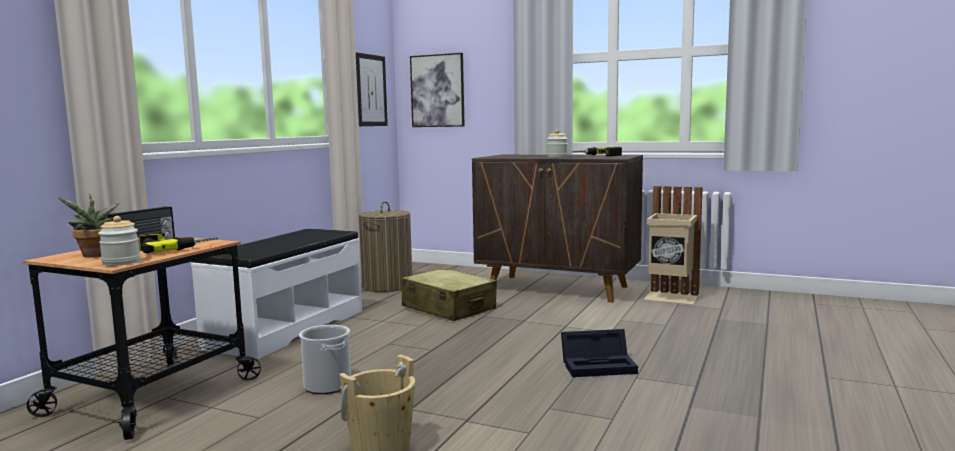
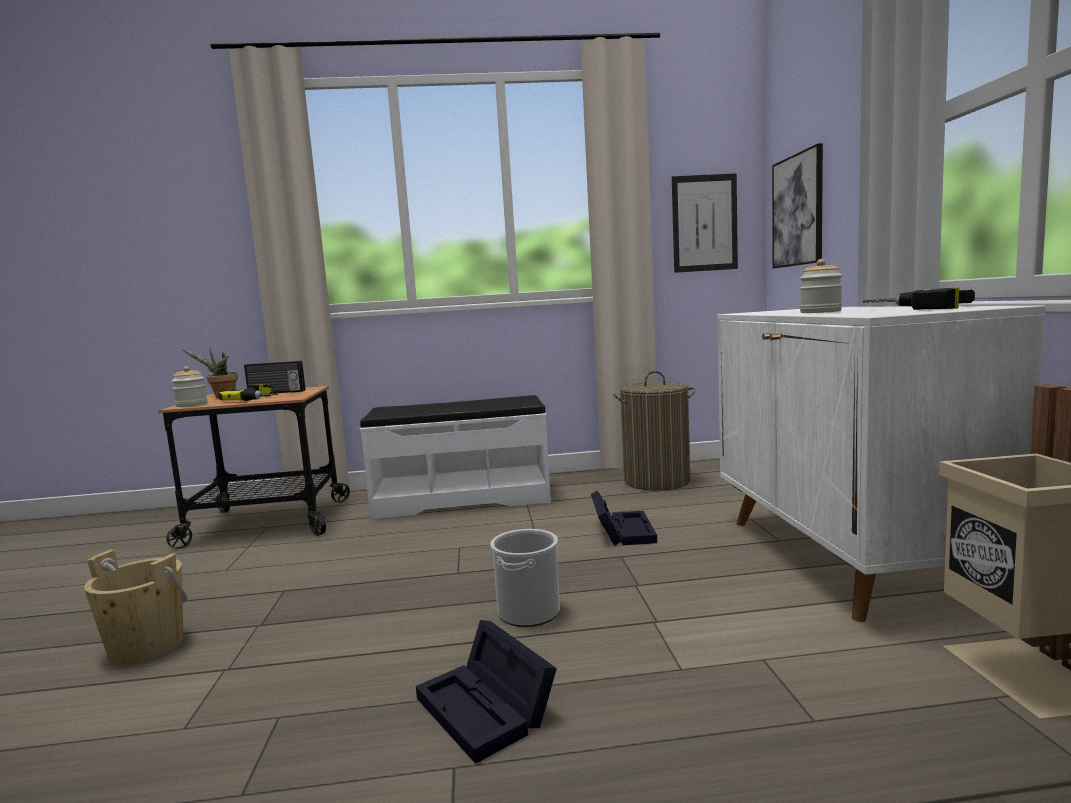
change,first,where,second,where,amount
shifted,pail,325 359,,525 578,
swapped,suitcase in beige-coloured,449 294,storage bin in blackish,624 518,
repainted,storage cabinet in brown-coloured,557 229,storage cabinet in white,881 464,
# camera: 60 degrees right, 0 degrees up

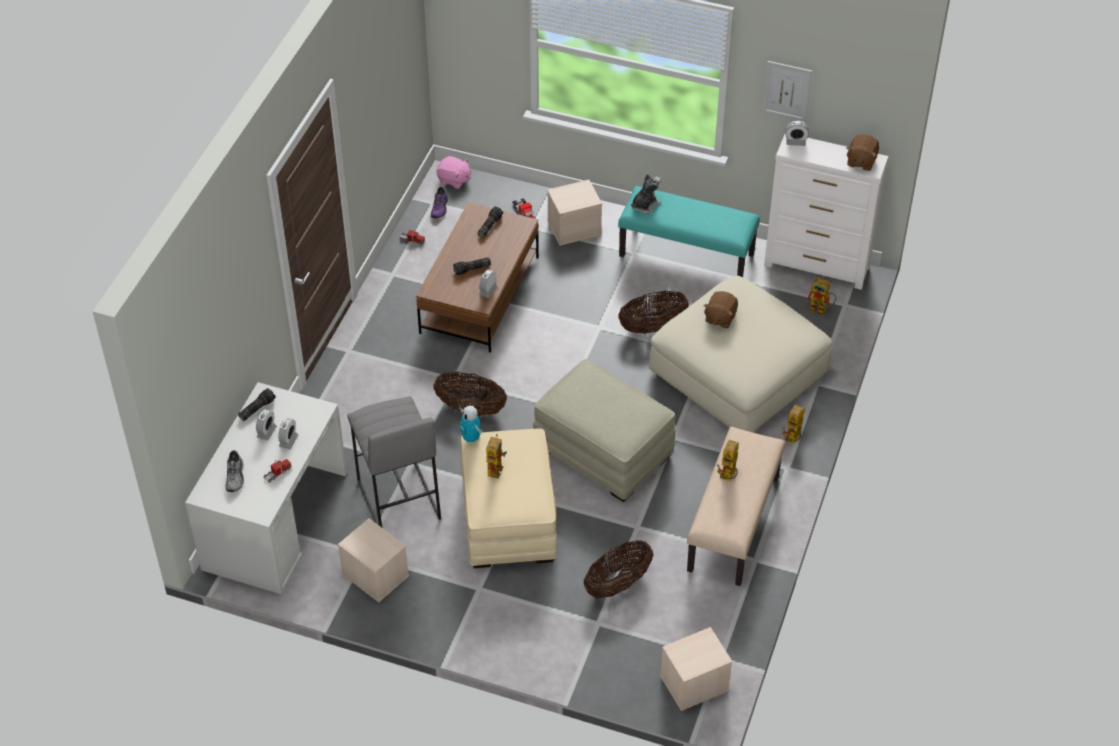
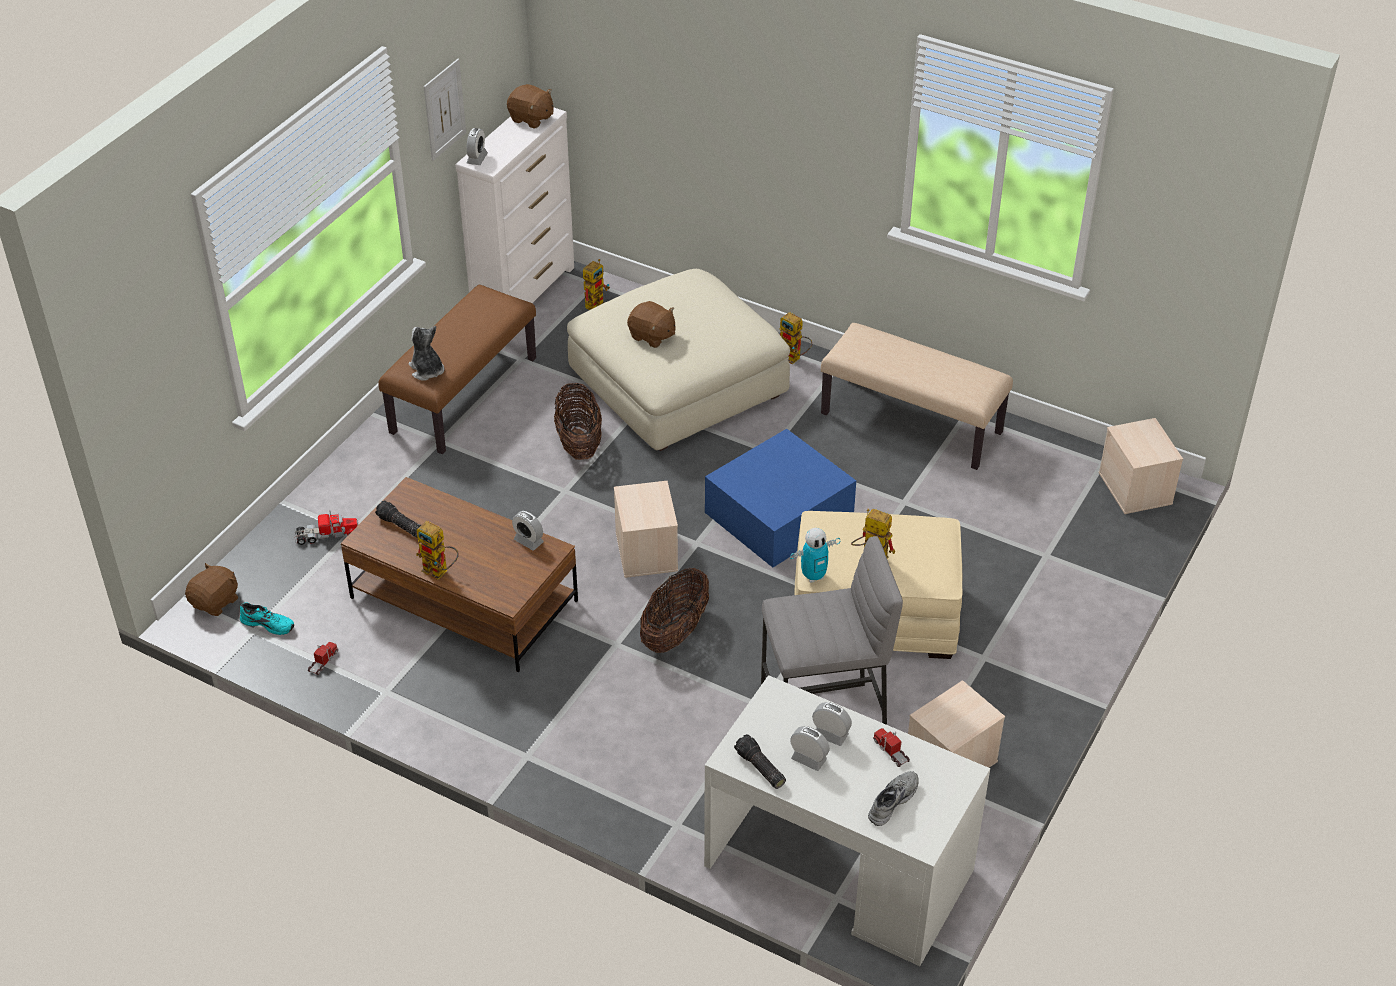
change,first,where,second,where,amount
repainted,soft toy in pink,454 172,soft toy in brown-coloured,211 589,
repainted,low shoe in purple,439 203,low shoe in turquoise,267 618,
repainted,bench in turquoise,689 231,bench in brown-coloured,457 369,
shifted,model robot,728 460,,437 550,
shifted,storage bin in beige-coloured,574 213,,646 529,
swapped,ottoman in beige-coloured,604 430,storage bin in blue-coloured,780 498,
rotated,low shoe in greyish,235 471,,893 798,60 degrees counterclockwise
gone,hand torch,472 266,,,
gone,basket,618 569,,,
# camera: 80 degrees left, 5 degrees down

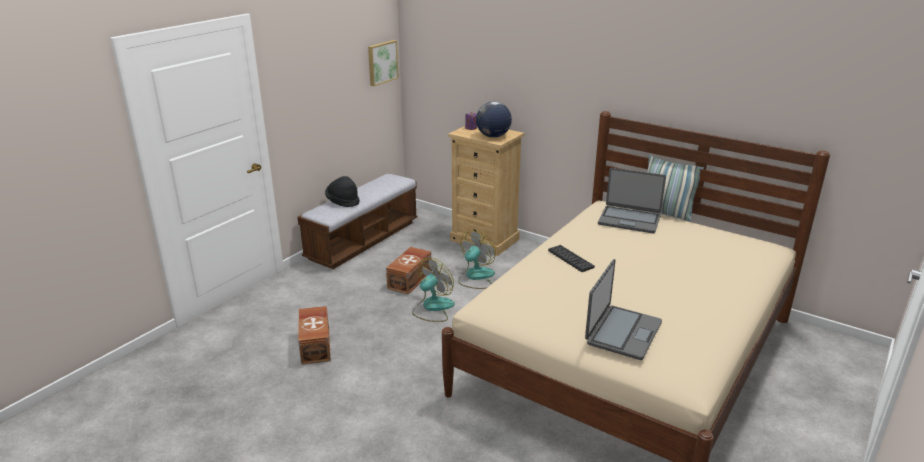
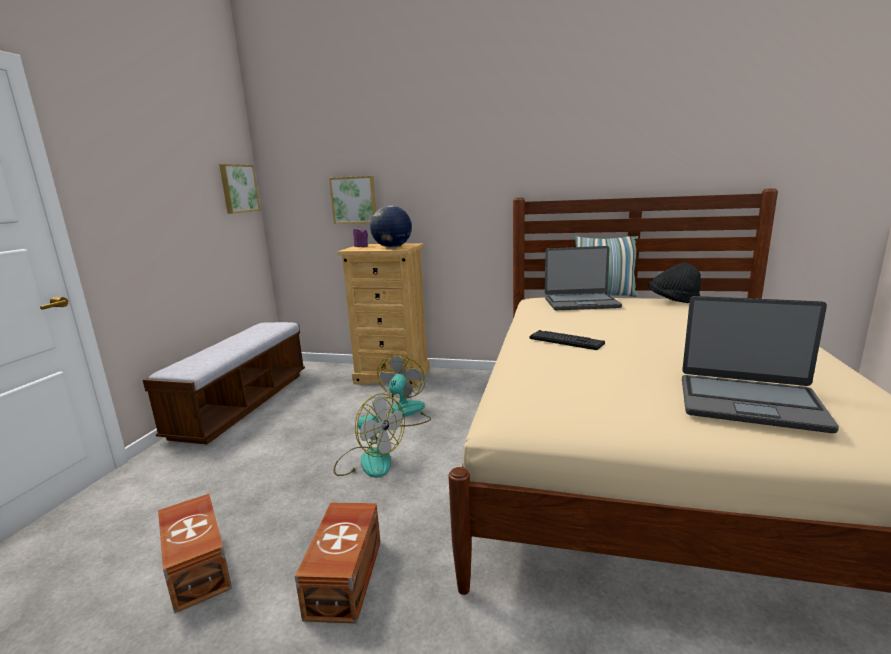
change,first,where,second,where,amount
shifted,storage bin in brown-coloured,408 271,,338 563,
new,,,wall art,352 200,
rotated,electric fan,433 290,,369 435,105 degrees clockwise
shifted,hat in blackish,342 191,,675 282,
rotated,laptop,623 309,,760 364,105 degrees clockwise
# camera: 20 degrees left, 10 degrees down

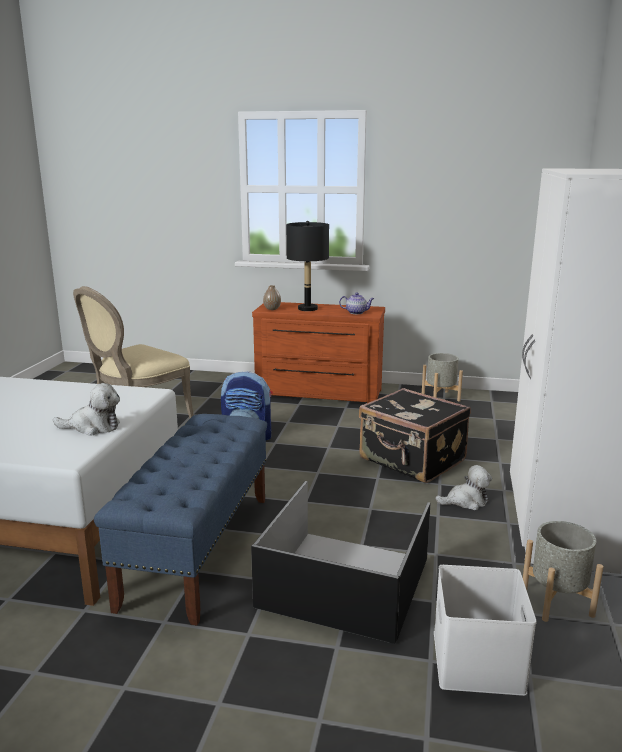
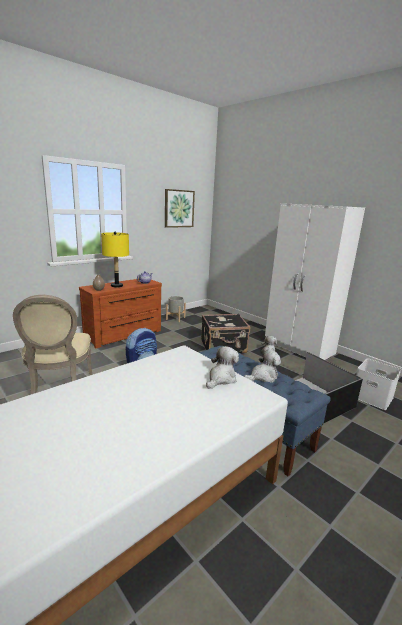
change,first,where,second,where,amount
repainted,table lamp in blackish,307 266,table lamp in yellow,115 259,
new,,,wall art,180 208,
new,,,soft toy,262 366,
gone,flower pot in greyish,563 571,,,
# camera: 55 degrees left, 0 degrees up

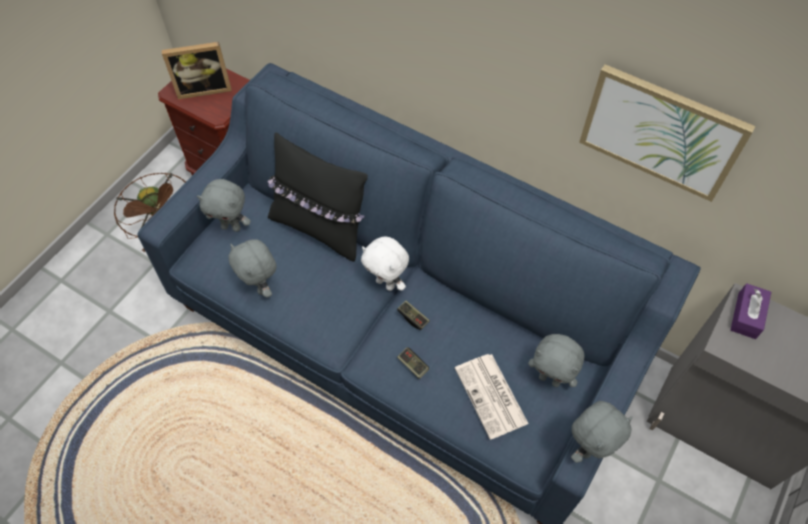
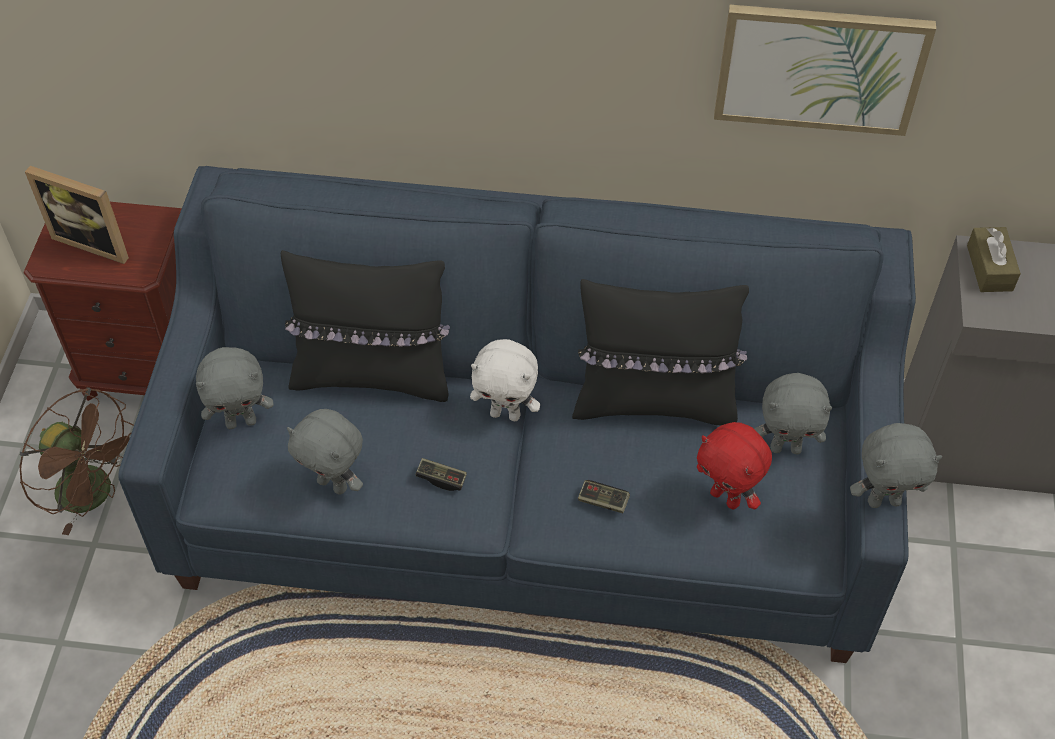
change,first,where,second,where,amount
rotated,photo frame,197 70,,77 215,60 degrees clockwise
shifted,joypad,413 315,,441 474,
new,,,cushion in blackish,660 352,
swapped,newspaper,492 397,soft toy in red,734 465,
rotated,soft toy in greyish,601 432,,896 465,60 degrees clockwise
repainted,tissue box in purple,751 311,tissue box in brown-coloured,994 259,
# camera: 25 degrees left, 5 degrees down

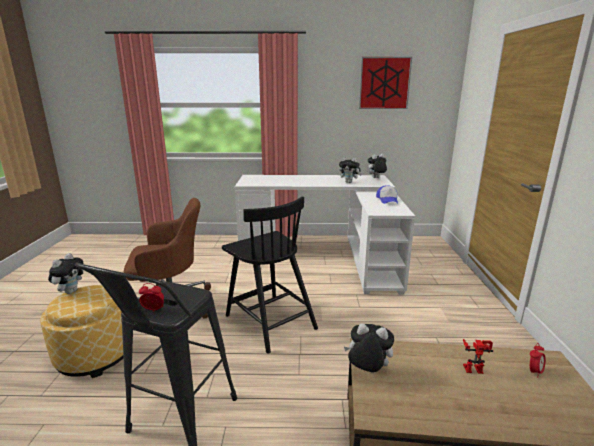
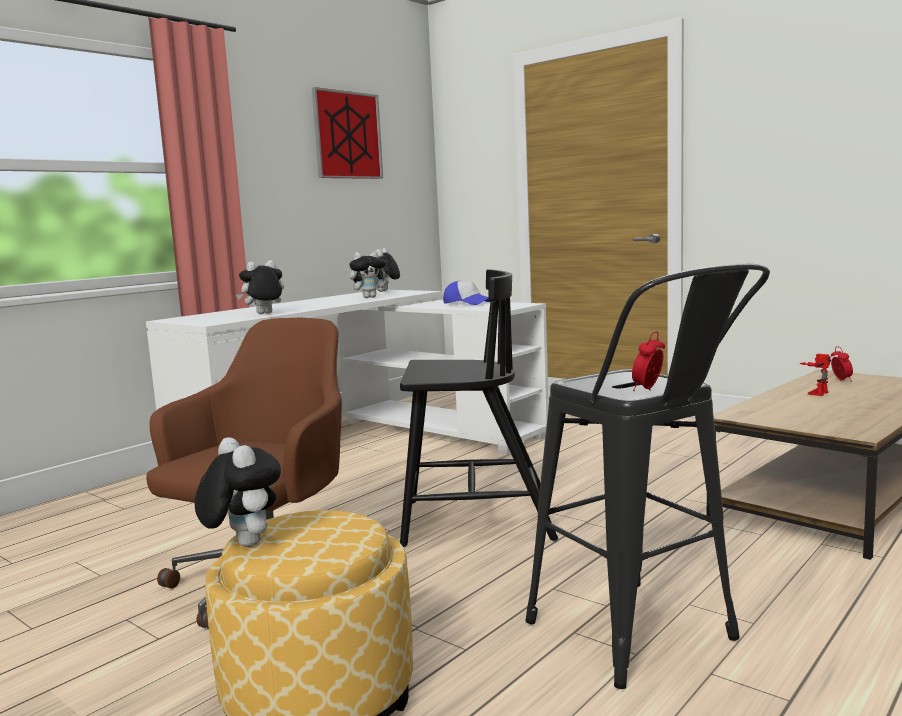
change,first,where,second,where,amount
shifted,soft toy,369 348,,260 287,
# camera: 50 degrees left, 10 degrees down

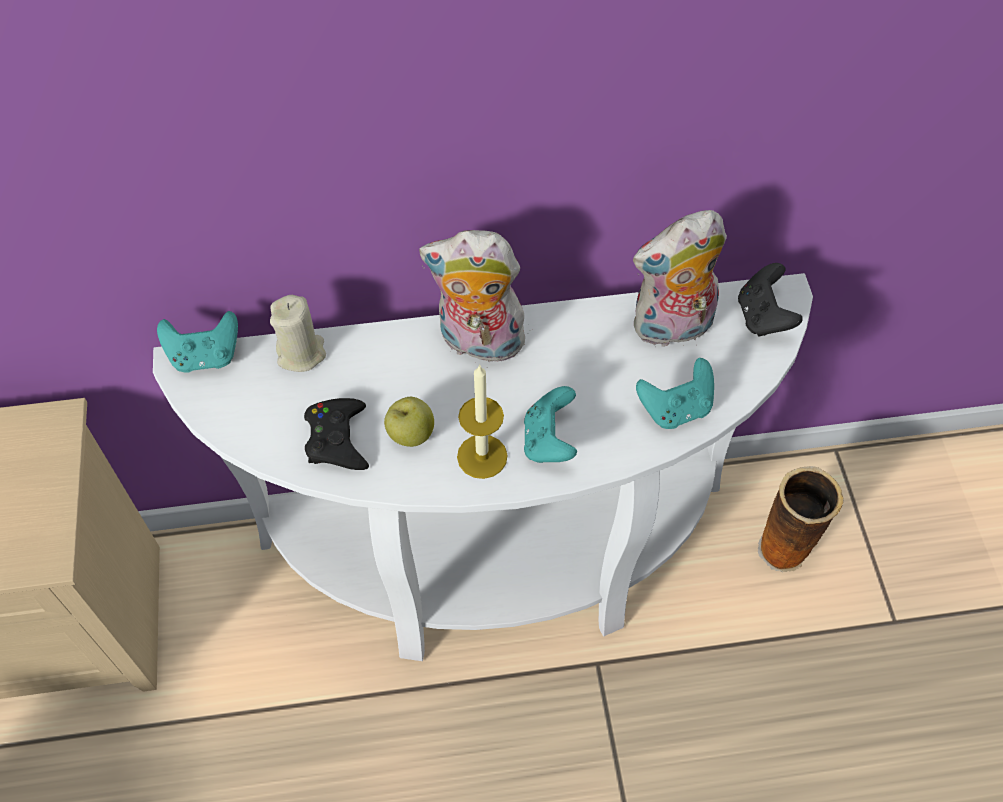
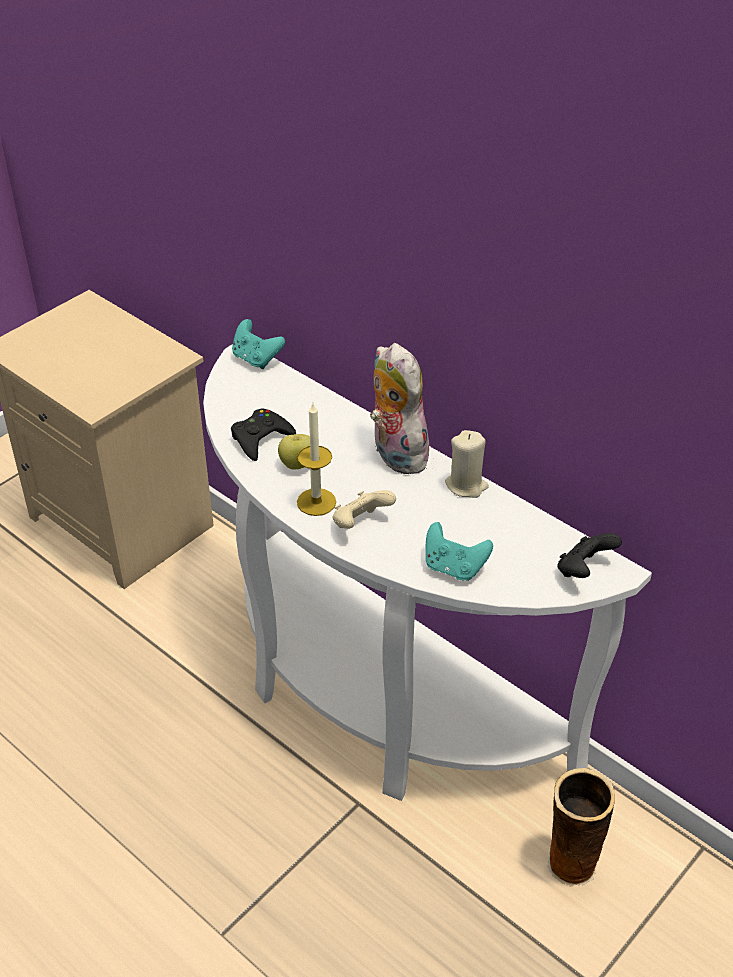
change,first,where,second,where,amount
repainted,joypad in turquoise,550 424,joypad in beige-coloured,364 509,
shifted,wax light in beige-coloured,298 333,,467 464,
gone,soft toy,680 278,,,
# camera: 50 degrees right, 15 degrees down

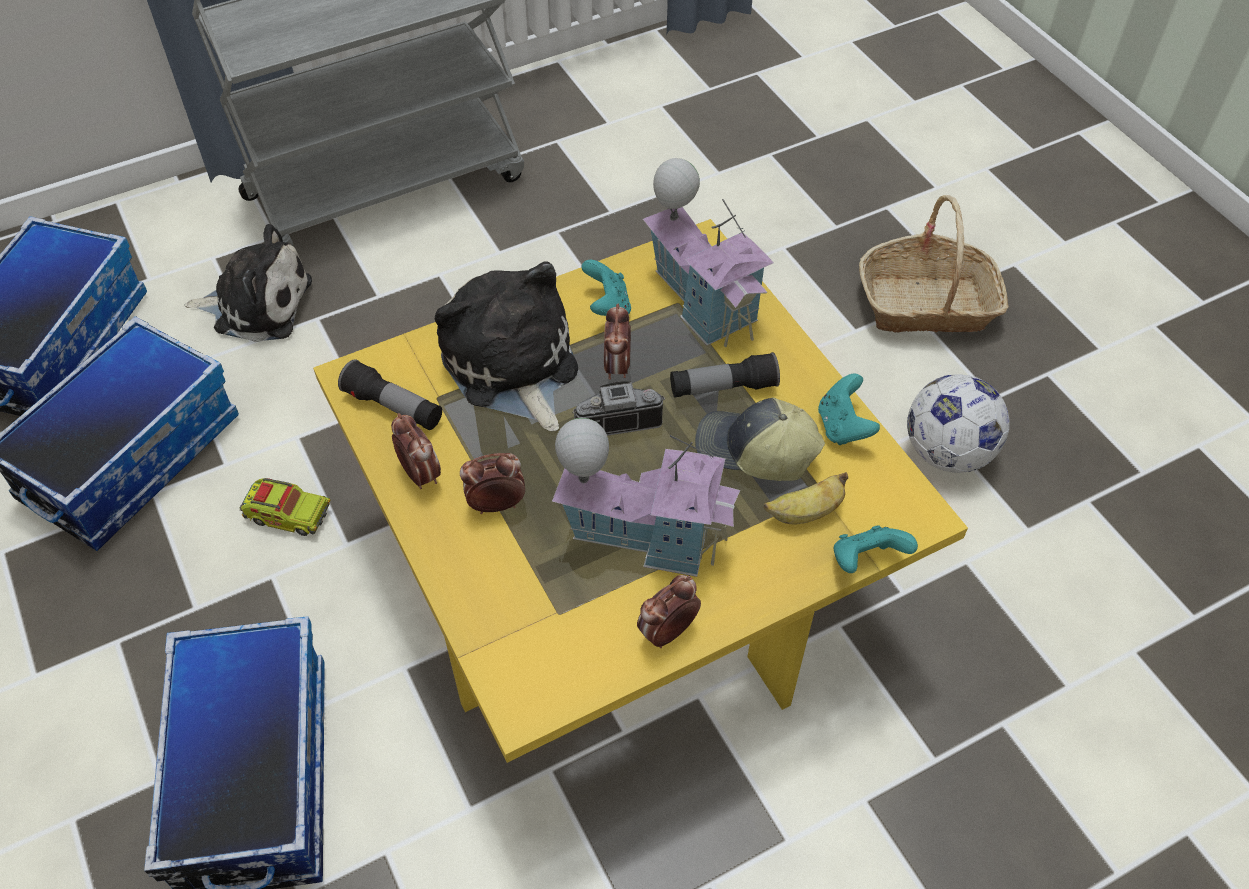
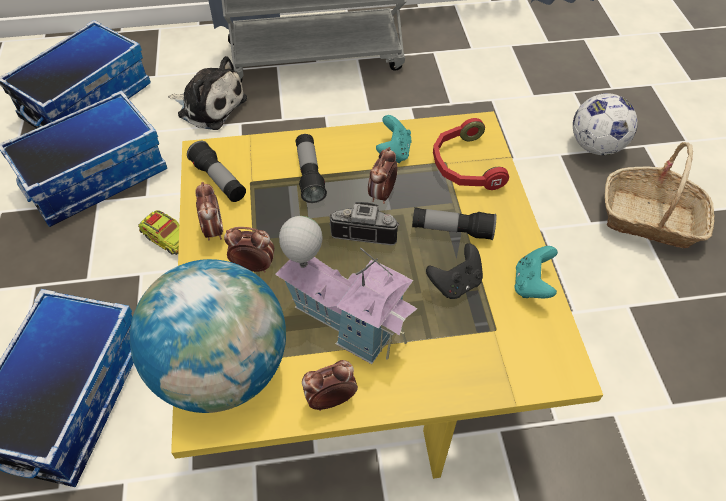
change,first,where,second,where,amount
new,,,desk globe,208 336,
swapped,soft toy,506 346,hand torch,311 168,
swapped,baseball cap,760 439,joypad in blackish,454 271,
swapped,model house,708 252,pair of headphones in red,471 154,
shifted,football ball,958 423,,605 124,
gone,whole banana,806 498,,,
gone,joypad in turquoise,876 549,,,
# camera: 20 degrees right, 0 degrees up

